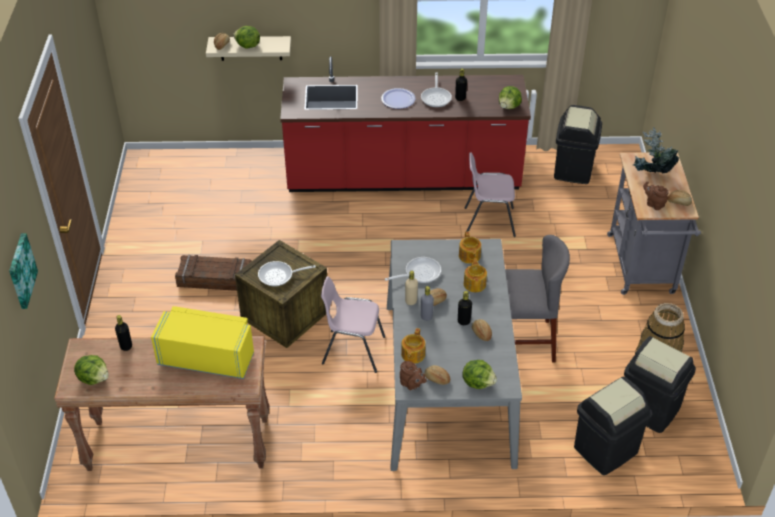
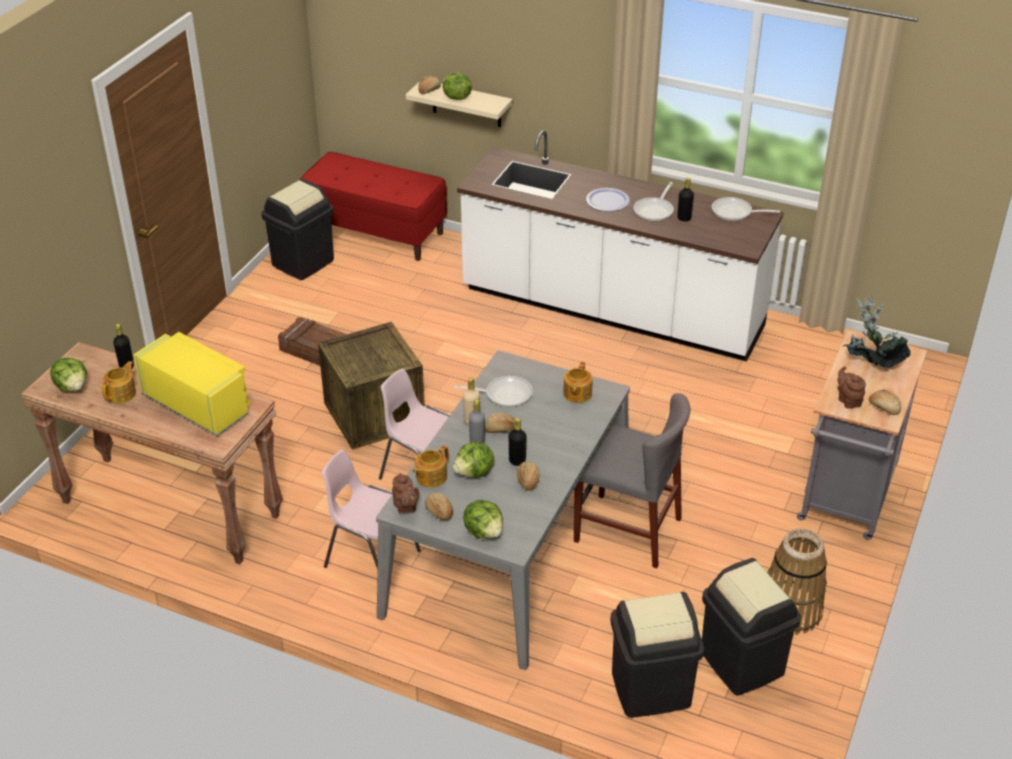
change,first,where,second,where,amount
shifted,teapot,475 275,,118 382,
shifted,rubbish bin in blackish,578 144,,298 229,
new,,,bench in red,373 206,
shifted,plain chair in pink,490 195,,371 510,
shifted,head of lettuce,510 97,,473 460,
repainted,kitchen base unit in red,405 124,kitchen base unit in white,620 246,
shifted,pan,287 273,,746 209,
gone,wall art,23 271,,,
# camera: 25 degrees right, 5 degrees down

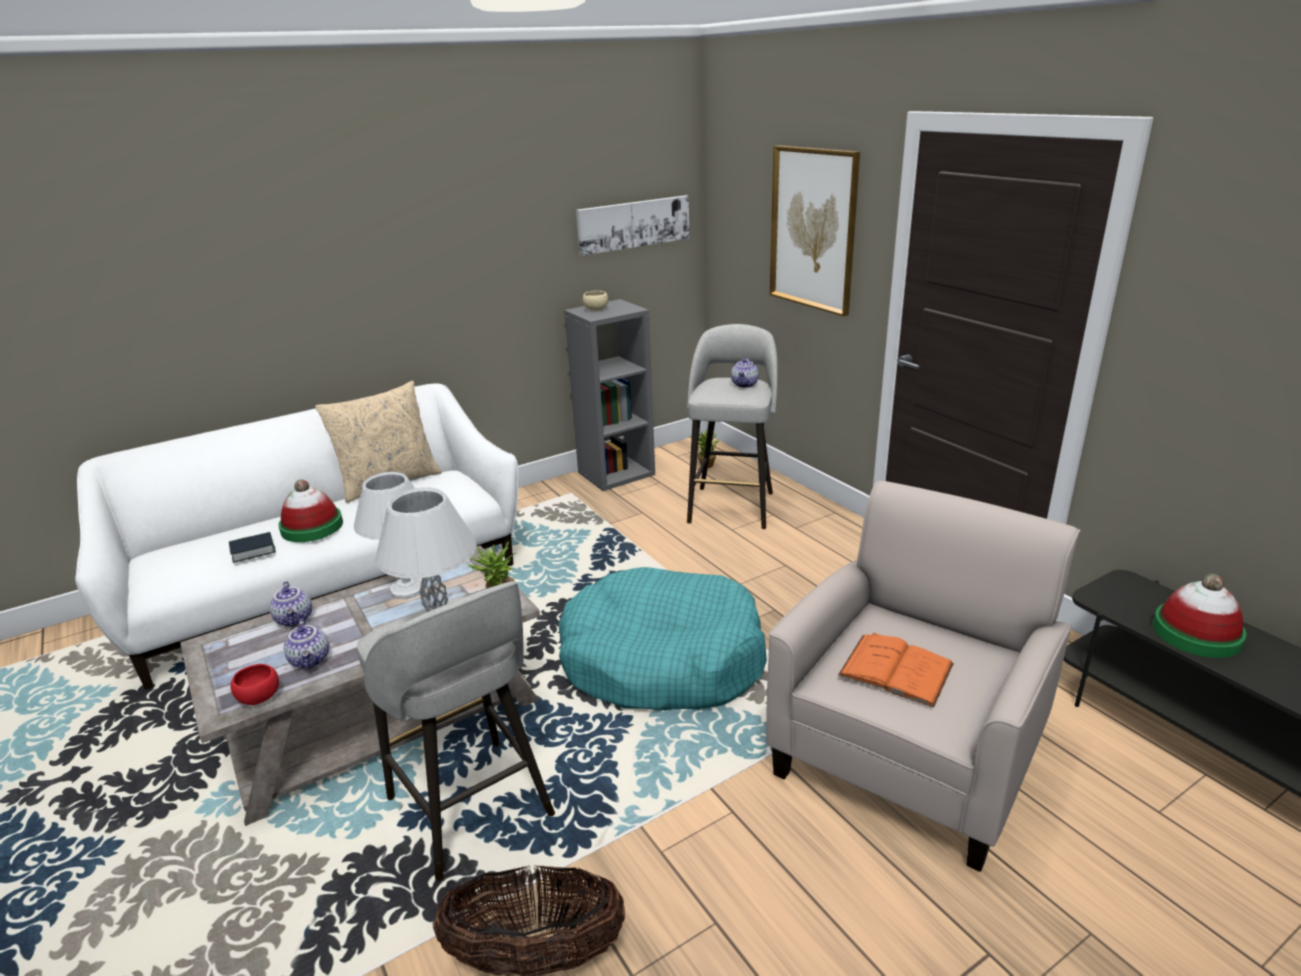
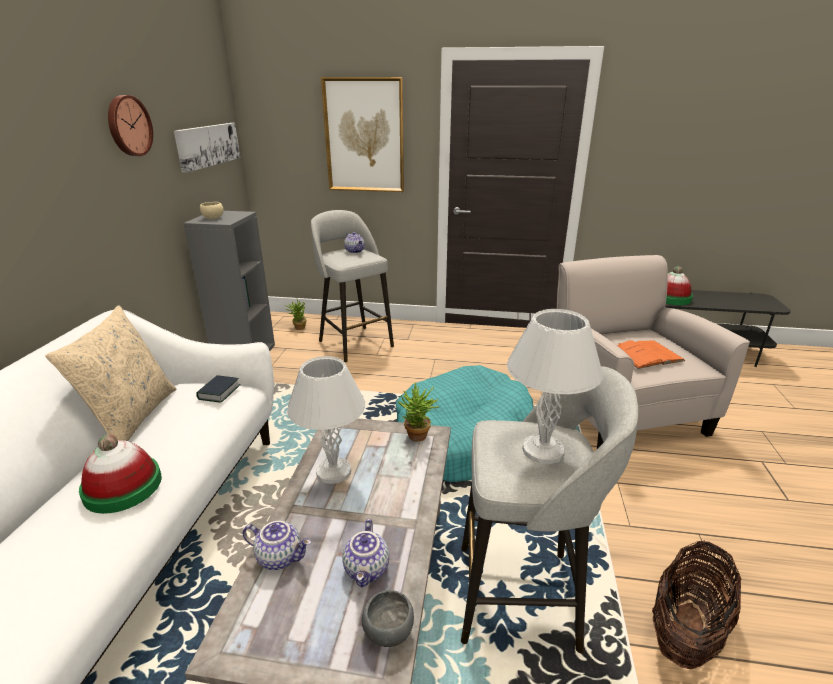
change,first,where,second,where,amount
new,,,hanging clock,130 125,
shifted,bound book,252 547,,218 389,
rotated,teapot,306 644,,365 553,75 degrees clockwise
repainted,deep dish in red,255 684,deep dish in greyish,388 618,
# camera: 50 degrees left, 0 degrees up

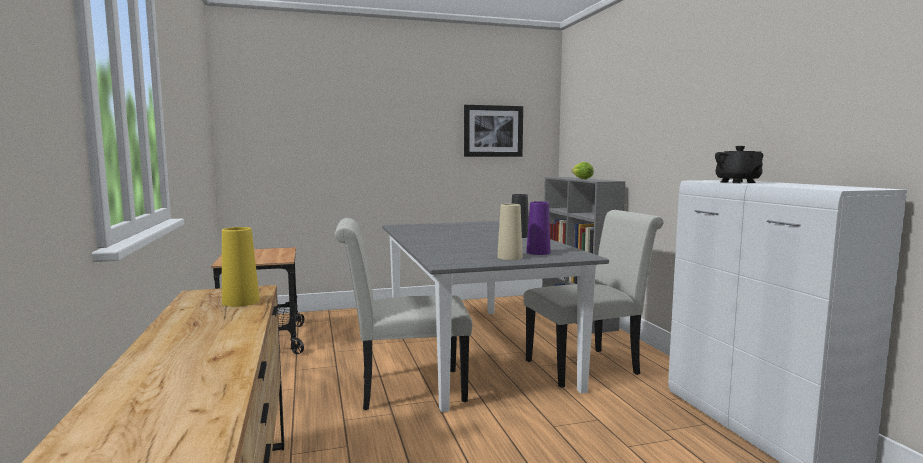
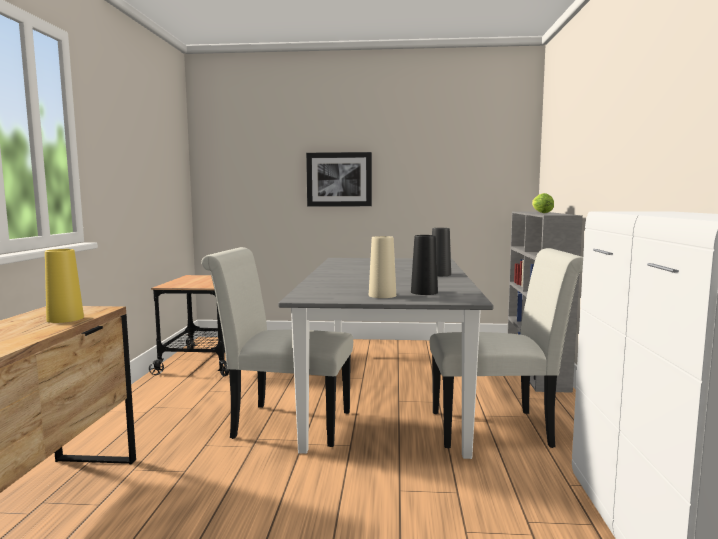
change,first,where,second,where,amount
shifted,wall art,493 131,,339 179,
repainted,vase in purple,538 228,vase in blackish,424 265,
gone,teapot in blackish,739 164,,,
# camera: 20 degrees right, 0 degrees up

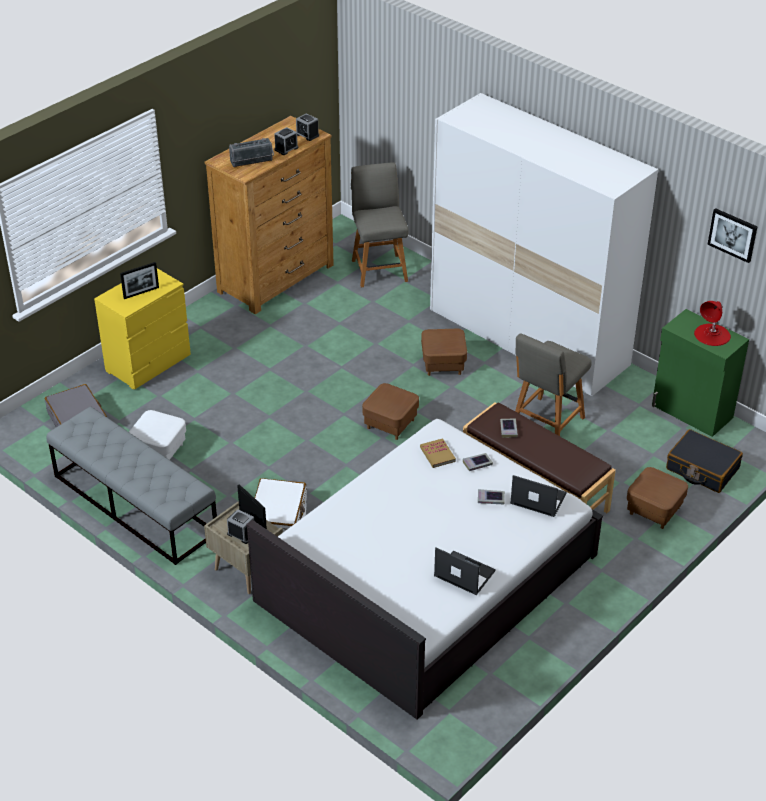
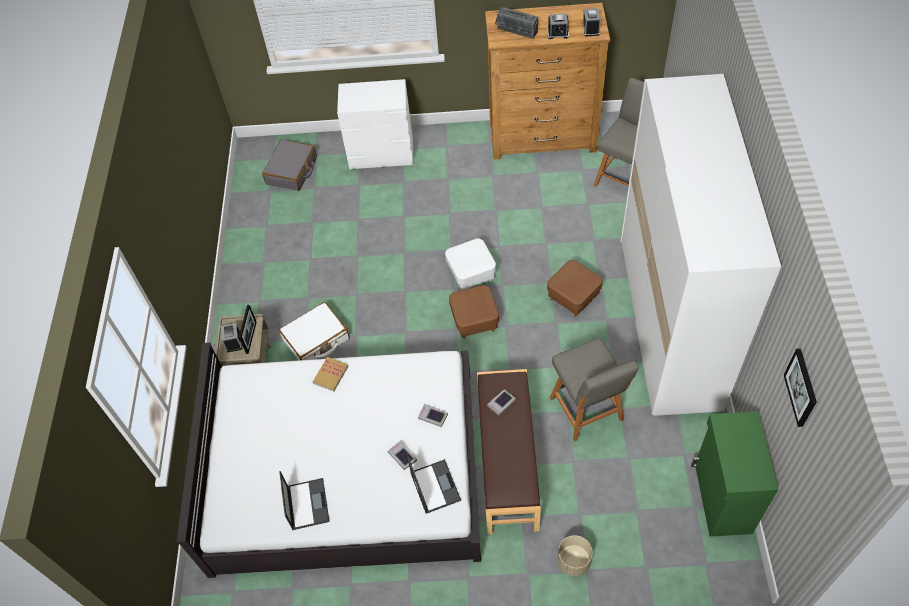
change,first,where,second,where,amount
shifted,bound book,438 453,,331 374,
repainted,chest of drawers in yellow,142 329,chest of drawers in white,375 124,
shifted,ottoman in white,157 435,,470 264,
rotated,plain chair in greyish,553 384,,594 389,105 degrees counterclockwise
swapped,ottoman in brown-coloured,657 498,flower pot in beige-coloured,575 556,
gone,bench in greyish,132 486,,,
gone,photo frame,139 280,,,
gone,suitcase in blackish,704 461,,,
gone,table lamp in red,712 323,,,
# camera: 50 degrees right, 15 degrees up

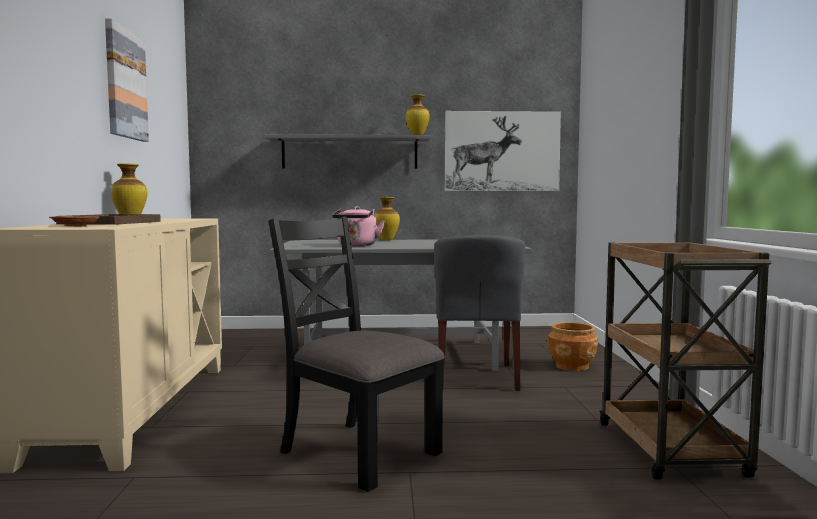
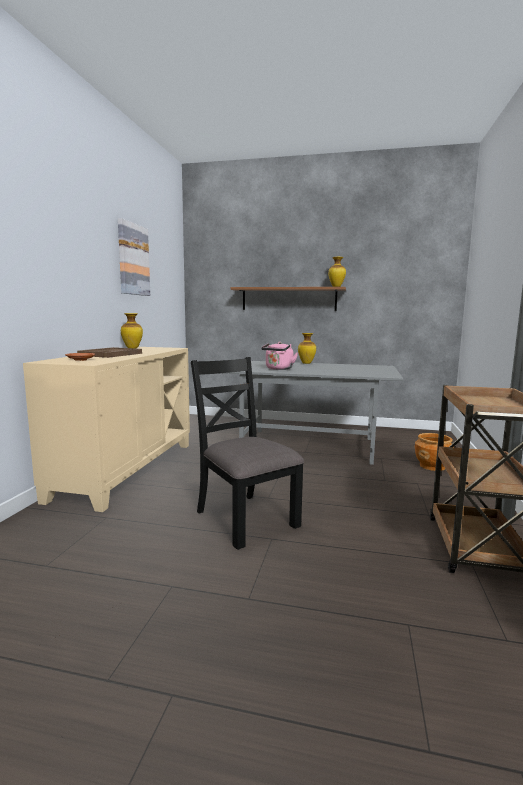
change,first,where,second,where,amount
repainted,wall shelf in greyish,348 151,wall shelf in brown-coloured,288 299,
gone,plain chair in greyish,479 313,,,
gone,wall art,503 151,,,
# camera: 15 degrees right, 5 degrees up

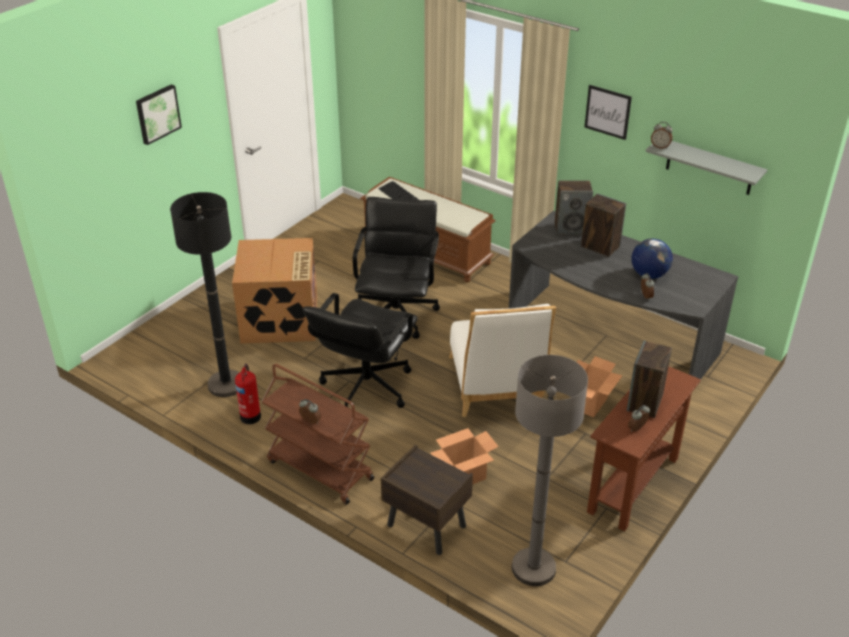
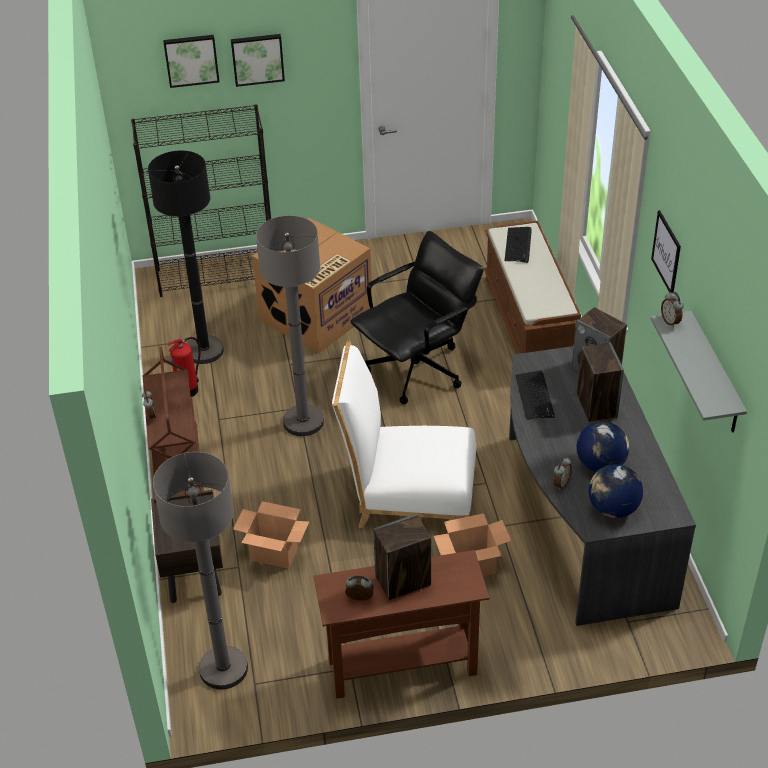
change,first,where,second,where,amount
new,,,bookshelf in blackish,201 201,
new,,,wall art,191 61,
swapped,office chair in blackish,360 350,standard lamp in greyish,290 326,
rotated,plain chair in white,502 360,,404 434,60 degrees clockwise
new,,,computer keyboard,534 395,
new,,,desk globe,616 491,
# camera: 45 degrees right, 5 degrees up

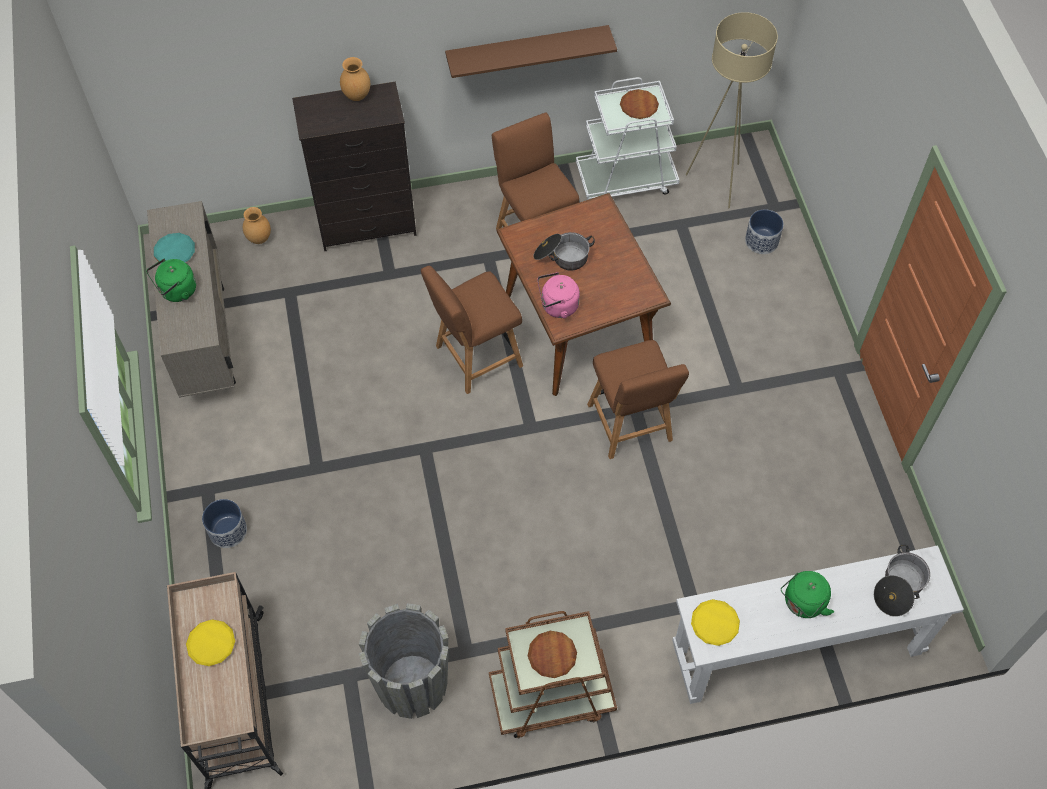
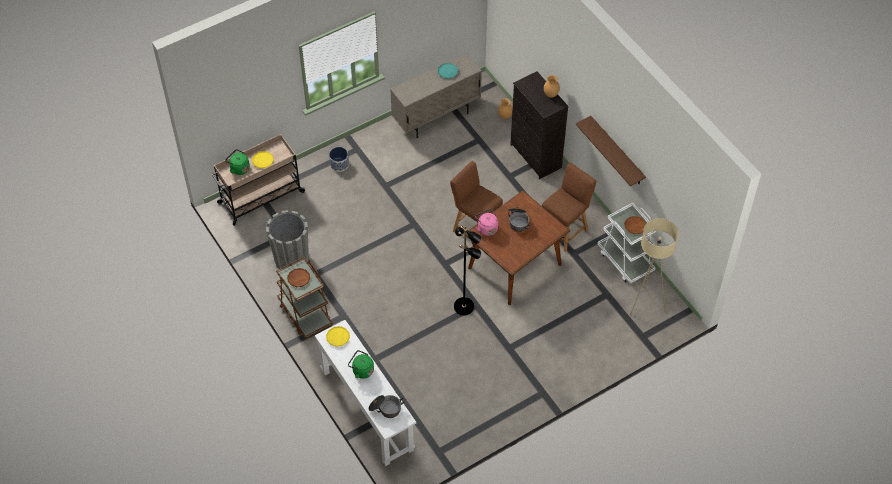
change,first,where,second,where,amount
shifted,water kettle in greenish,171 280,,237 162,
swapped,plain chair in brown-coloured,638 399,standard lamp in blackish,468 270,
gone,flower pot,764 231,,,
# camera: 70 degrees right, 5 degrees down

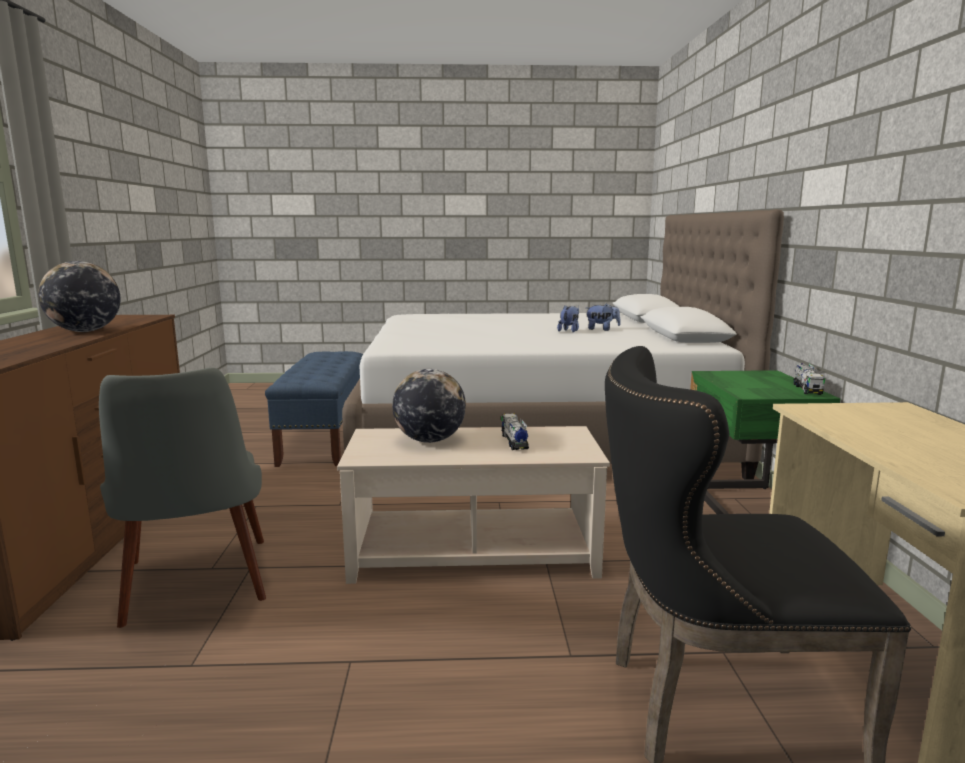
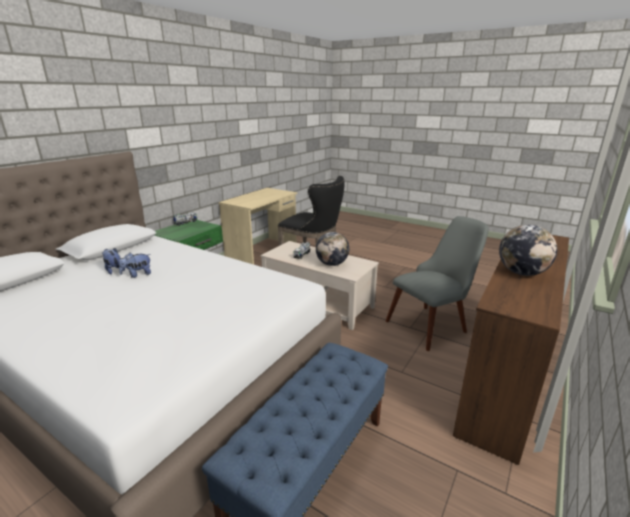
change,first,where,second,where,amount
rotated,plain chair in greyish,182 498,,437 283,45 degrees clockwise
# camera: 145 degrees left, 10 degrees up

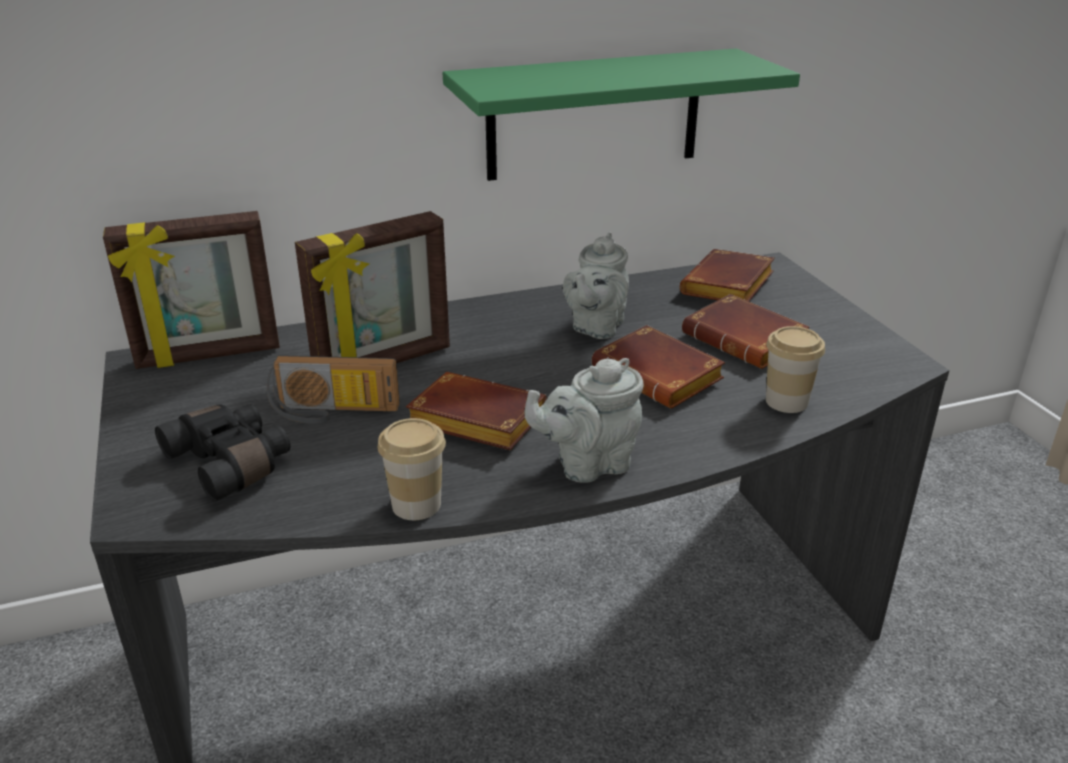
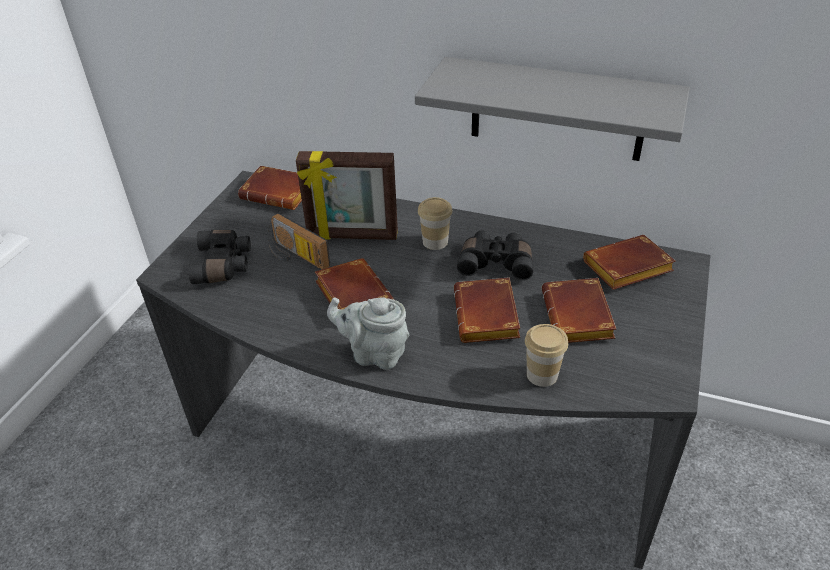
change,first,where,second,where,amount
swapped,photo frame,191 290,bound book in brown-coloured,270 187,
repainted,wall shelf in greenish,621 114,wall shelf in greyish,552 109,
shifted,small cup,412 469,,435 223,
swapped,teapot in greyish,596 286,field glasses in blackish,495 255,
# camera: 40 degrees right, 10 degrees up

